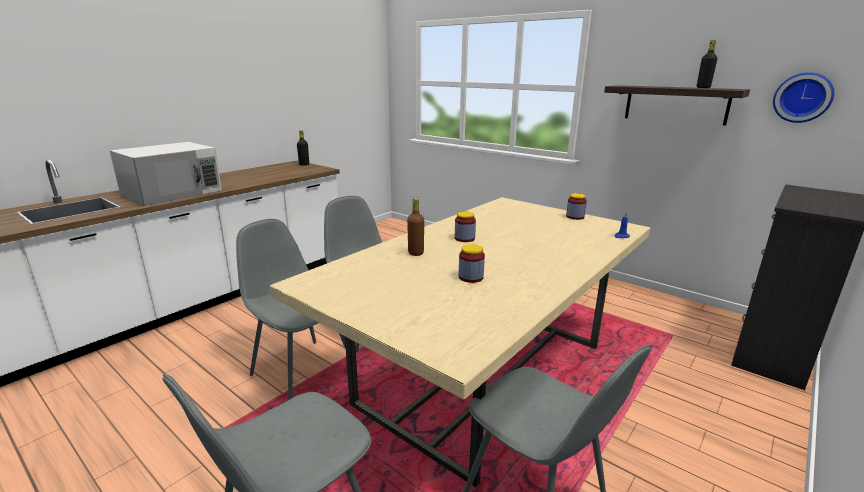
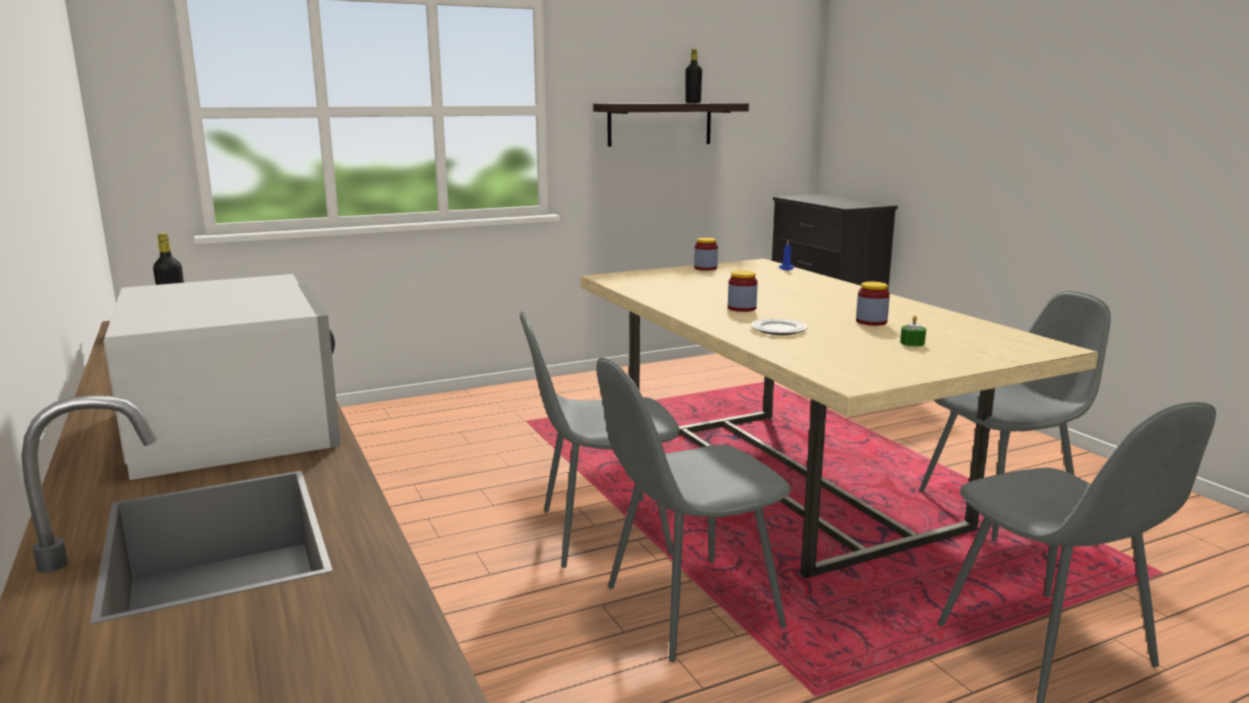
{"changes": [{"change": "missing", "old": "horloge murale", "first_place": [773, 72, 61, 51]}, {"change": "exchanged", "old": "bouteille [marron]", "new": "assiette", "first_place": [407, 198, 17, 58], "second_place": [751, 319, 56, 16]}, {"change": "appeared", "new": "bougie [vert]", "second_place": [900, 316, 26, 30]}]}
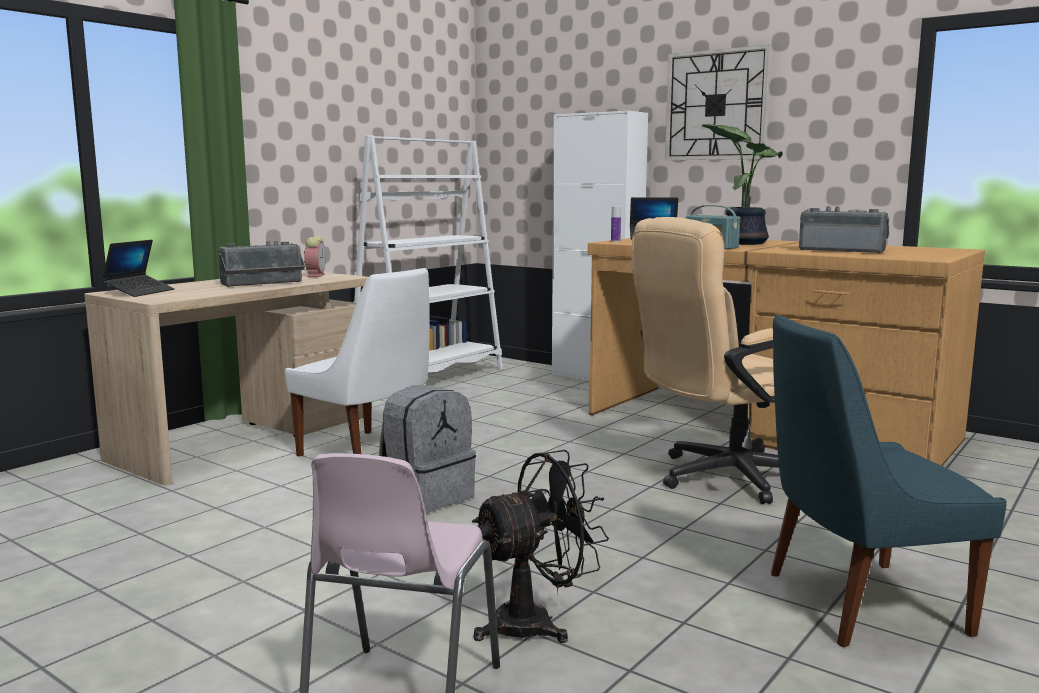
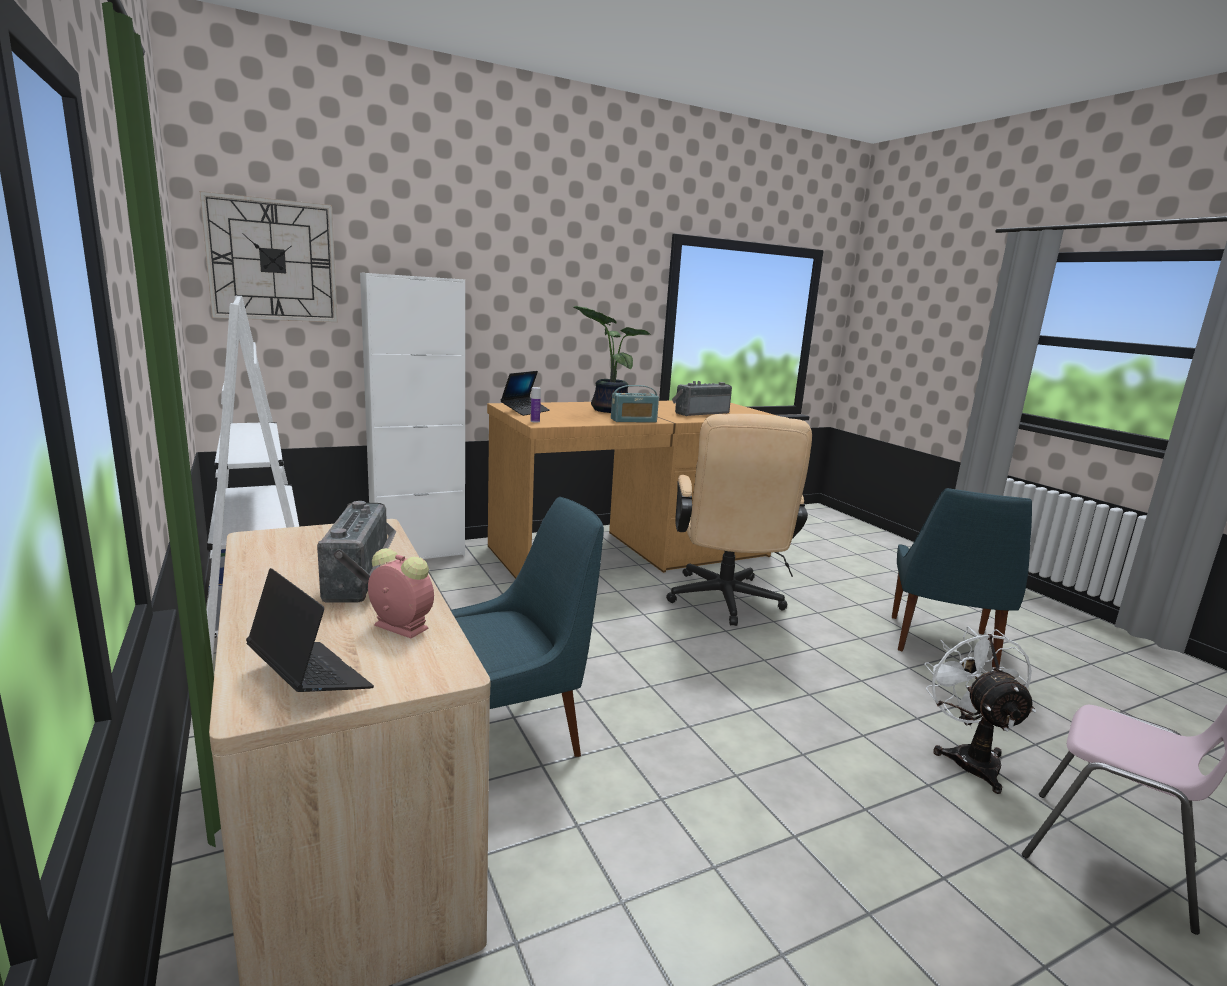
{"changes": [{"change": "relocated", "old": "horloge murale", "first_place": [665, 45, 106, 115], "second_place": [200, 191, 138, 131]}, {"change": "relocated", "old": "réveil", "first_place": [304, 236, 22, 41], "second_place": [368, 548, 66, 90]}, {"change": "colour", "old": "chaise [blanc]", "new": "chaise [bleu]", "first_place": [285, 268, 145, 189], "second_place": [451, 497, 153, 260]}, {"change": "missing", "old": "sac à dos [gris]", "first_place": [379, 385, 97, 128]}, {"change": "colour", "old": "ventilateur [noir]", "new": "ventilateur [blanc]", "first_place": [471, 450, 138, 193], "second_place": [924, 626, 112, 168]}]}
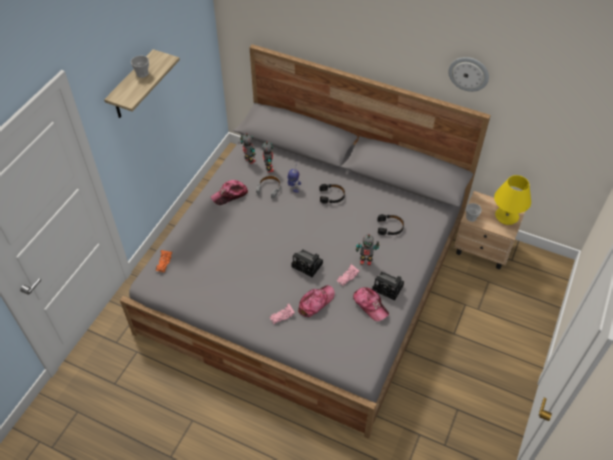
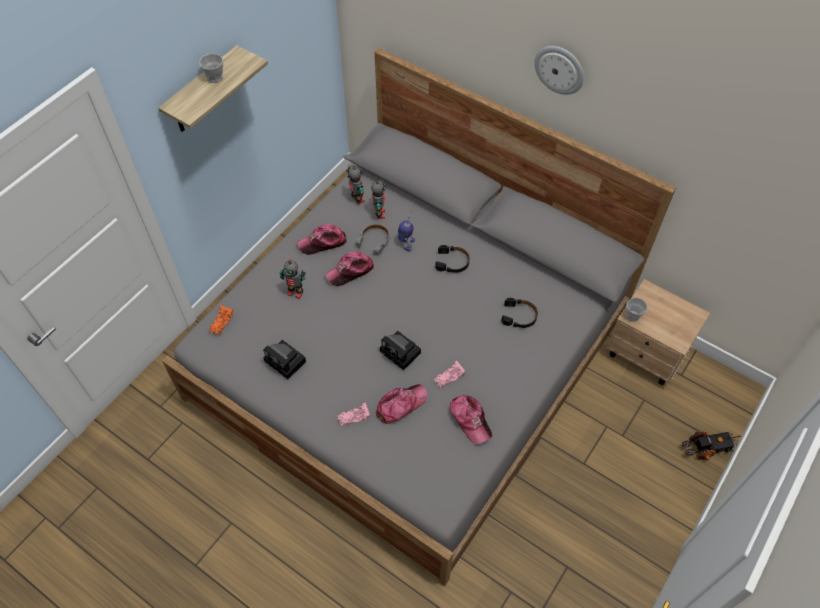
{"changes": [{"change": "relocated", "old": "horloge murale", "first_place": [448, 57, 41, 35], "second_place": [534, 46, 50, 49]}, {"change": "missing", "old": "lampe de table [jaune]", "first_place": [494, 175, 37, 50]}, {"change": "relocated", "old": "robot jouet", "first_place": [356, 234, 23, 32], "second_place": [280, 259, 26, 40]}, {"change": "relocated", "old": "appareil photo", "first_place": [372, 272, 32, 28], "second_place": [263, 340, 43, 39]}, {"change": "appeared", "new": "casquette", "second_place": [325, 251, 49, 35]}, {"change": "appeared", "new": "camion jouet", "second_place": [682, 432, 59, 28]}]}
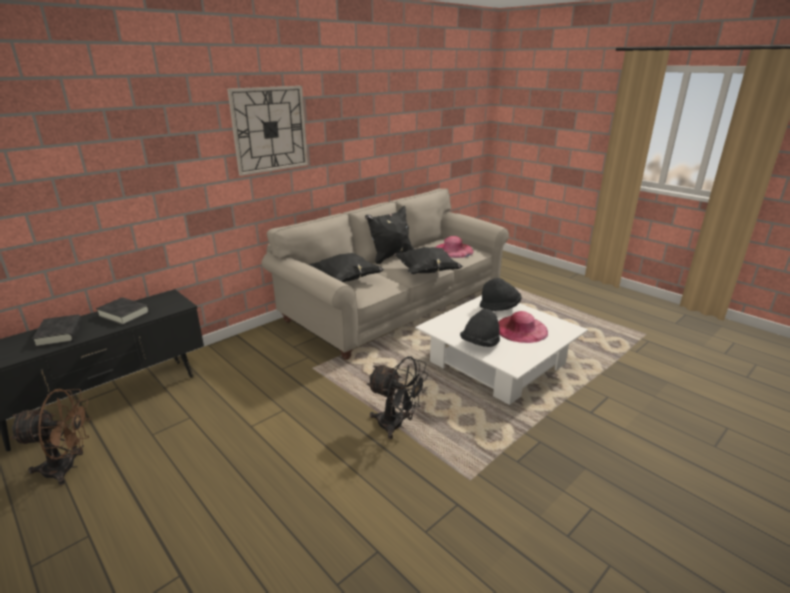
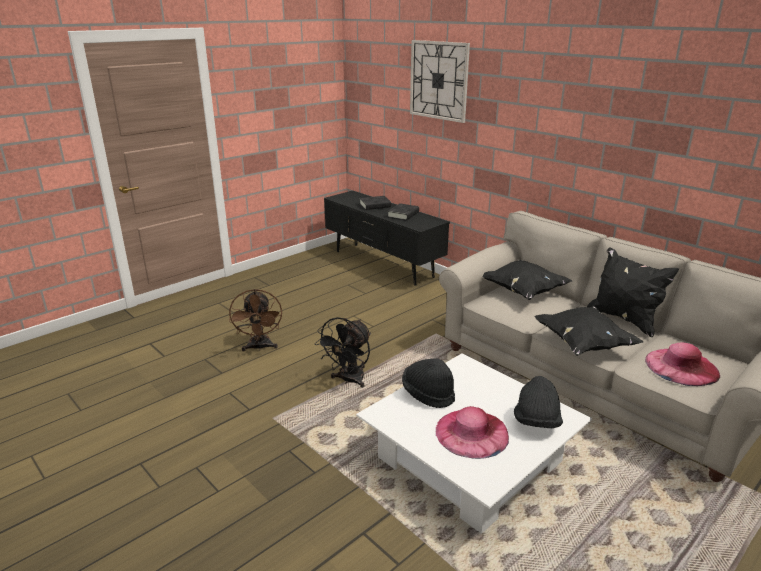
{"changes": [{"change": "relocated", "old": "horloge murale", "first_place": [227, 86, 81, 90], "second_place": [410, 40, 60, 83]}, {"change": "relocated", "old": "ventilateur [marron]", "first_place": [10, 389, 81, 96], "second_place": [229, 289, 53, 62]}]}
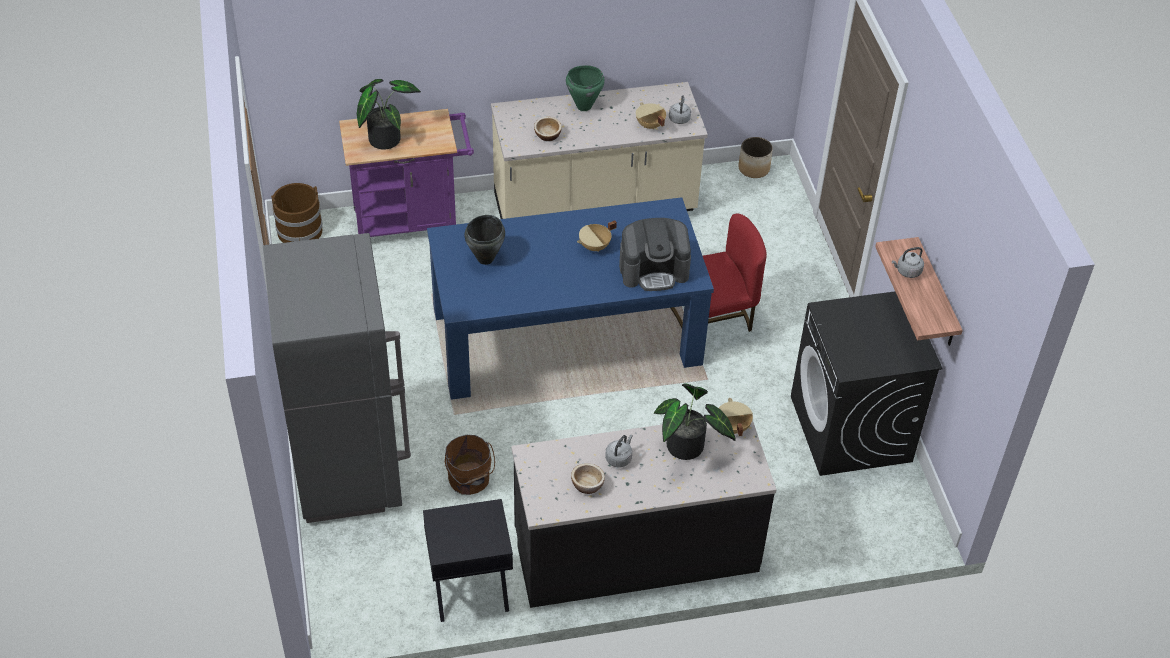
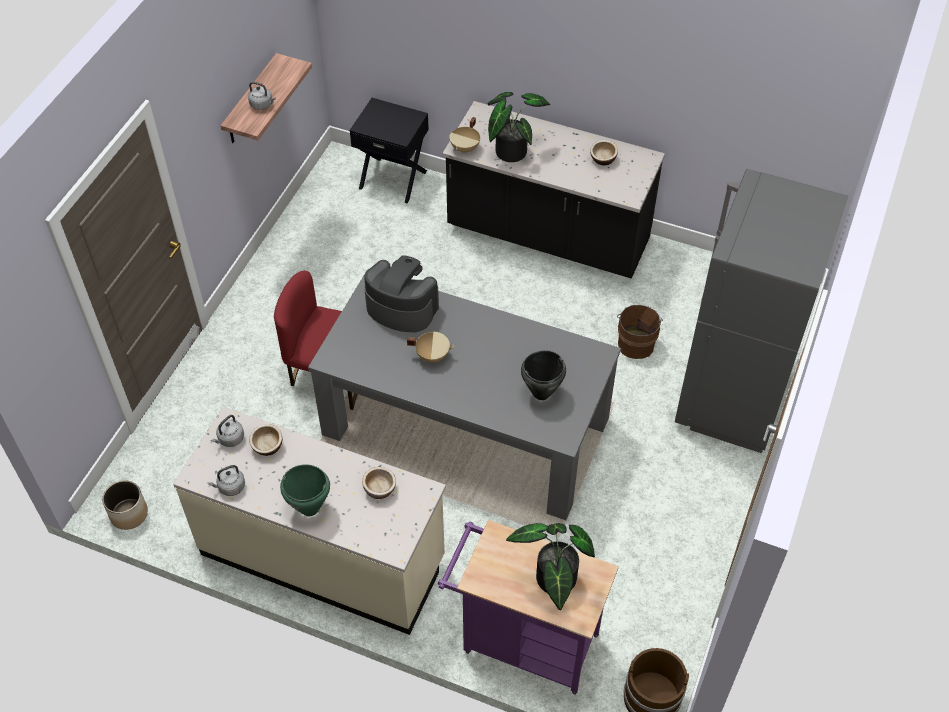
{"changes": [{"change": "exchanged", "old": "marmite [beige]", "new": "bol", "first_place": [636, 102, 30, 28], "second_place": [249, 424, 34, 32]}, {"change": "colour", "old": "table à manger [bleu]", "new": "table à manger [gris]", "first_place": [427, 197, 287, 203], "second_place": [308, 269, 313, 251]}, {"change": "missing", "old": "lave-linge [noir]", "first_place": [791, 291, 152, 185]}, {"change": "relocated", "old": "bouilloire [gris]", "first_place": [605, 435, 28, 33], "second_place": [208, 465, 37, 31]}, {"change": "relocated", "old": "table de chevet [noir]", "first_place": [423, 499, 90, 123], "second_place": [350, 98, 79, 105]}]}
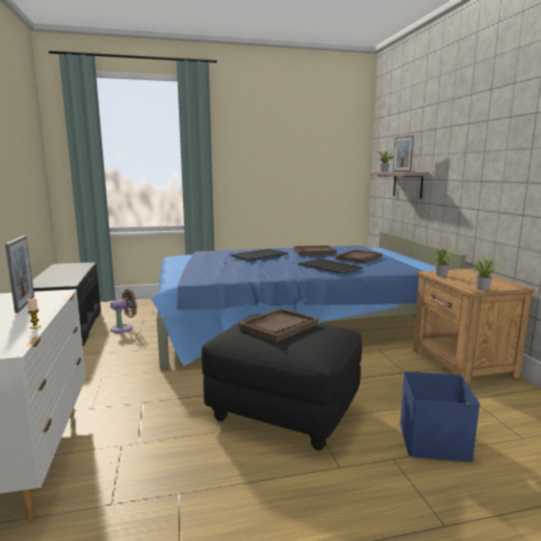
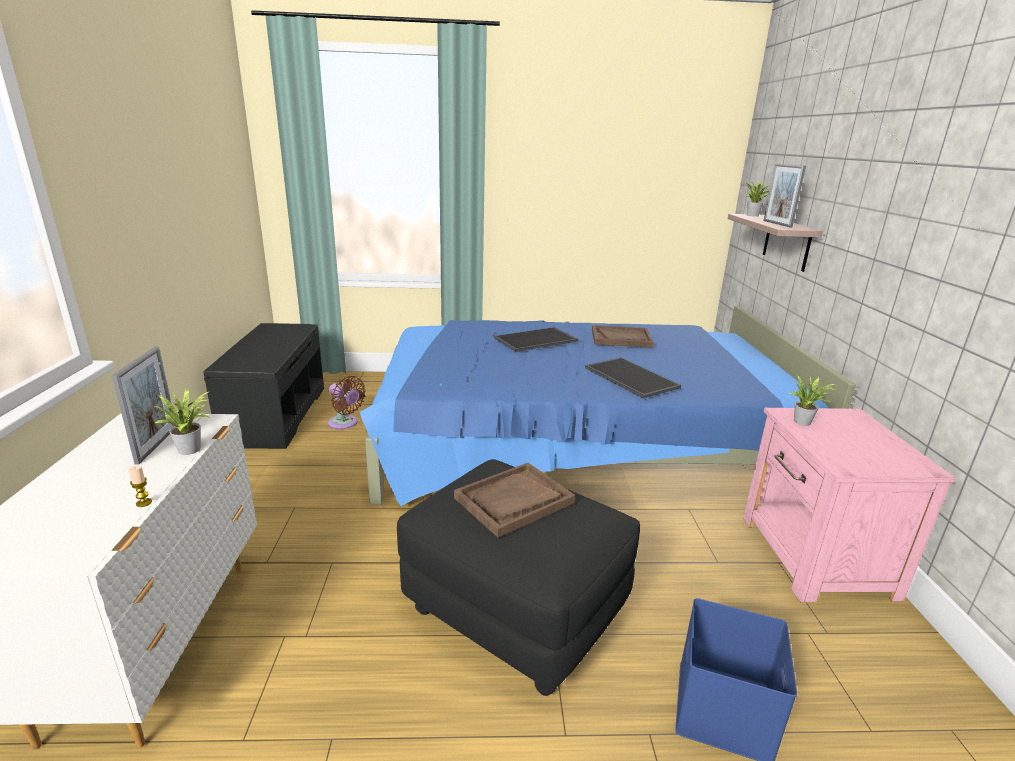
{"changes": [{"change": "missing", "old": "plateau [marron]", "first_place": [335, 250, 47, 13]}, {"change": "relocated", "old": "plante en pot", "first_place": [472, 256, 28, 34], "second_place": [154, 389, 56, 66]}, {"change": "colour", "old": "table de chevet [marron]", "new": "table de chevet [rose]", "first_place": [413, 269, 121, 115], "second_place": [743, 408, 212, 194]}, {"change": "spun", "old": "ventilateur [marron]", "first_place": [110, 289, 27, 44], "second_place": [328, 376, 38, 54], "degrees": 60}]}
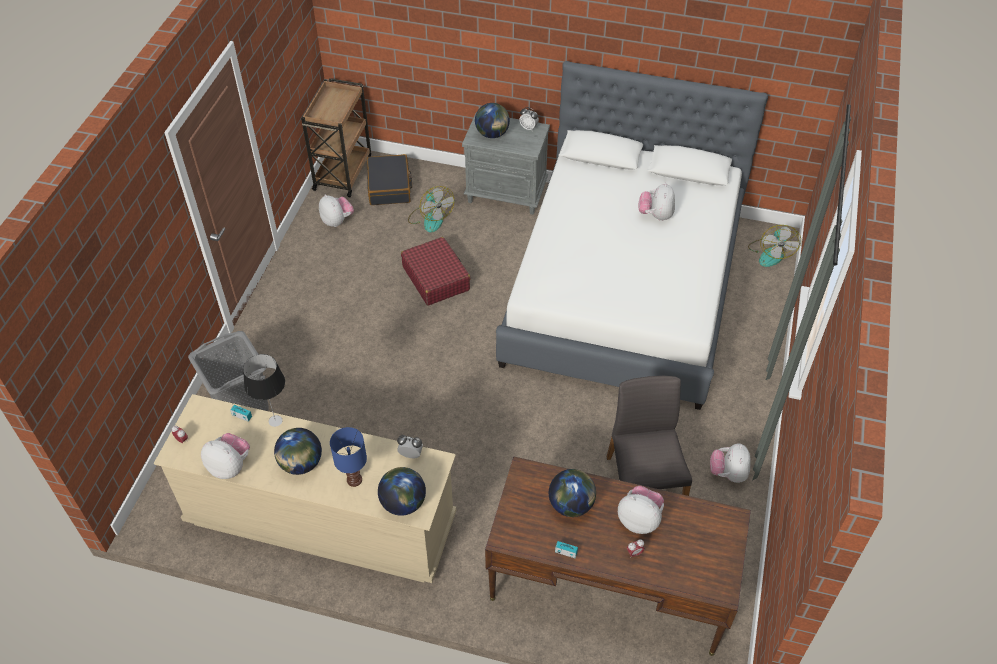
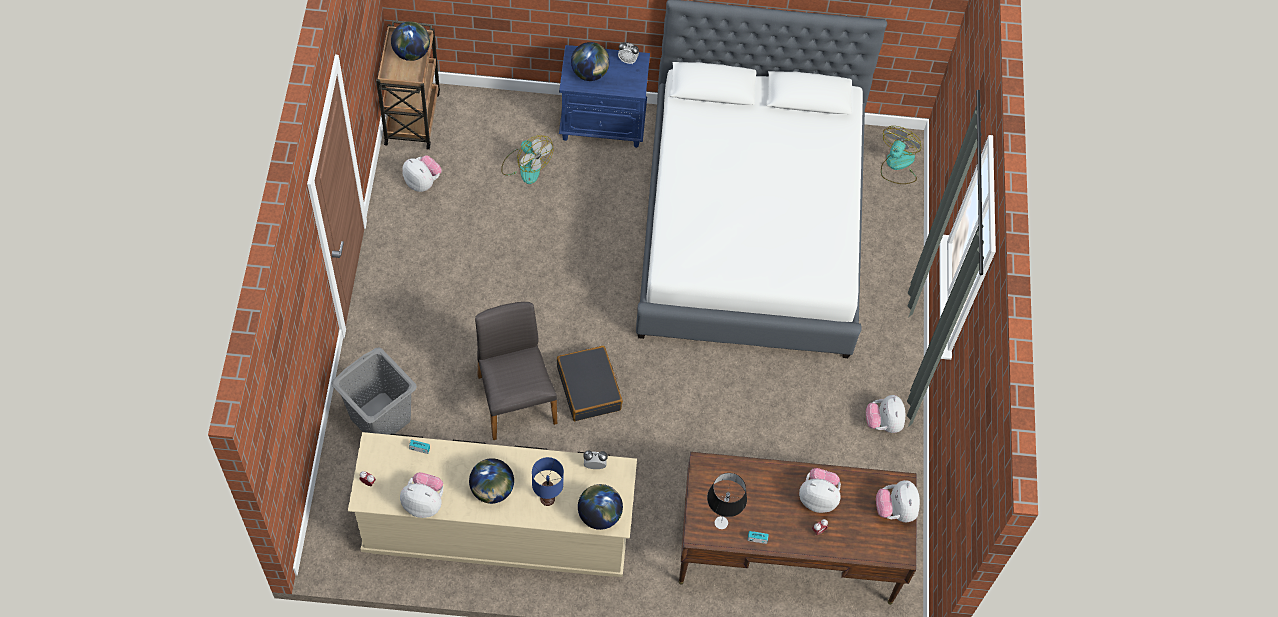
{"changes": [{"change": "colour", "old": "table de chevet [gris]", "new": "table de chevet [bleu]", "first_place": [462, 112, 88, 103], "second_place": [559, 45, 91, 103]}, {"change": "relocated", "old": "valise [noir]", "first_place": [367, 154, 45, 51], "second_place": [557, 346, 66, 75]}, {"change": "relocated", "old": "peluche", "first_place": [639, 183, 36, 38], "second_place": [876, 480, 44, 42]}, {"change": "spun", "old": "ventilateur", "first_place": [748, 225, 53, 42], "second_place": [881, 126, 40, 58], "degrees": -150}, {"change": "missing", "old": "valise [rouge]", "first_place": [401, 237, 69, 69]}, {"change": "relocated", "old": "lampe de table", "first_place": [243, 354, 42, 73], "second_place": [707, 473, 40, 56]}, {"change": "relocated", "old": "chaise [gris]", "first_place": [607, 376, 85, 120], "second_place": [475, 302, 82, 138]}, {"change": "relocated", "old": "globe", "first_place": [549, 469, 47, 48], "second_place": [391, 22, 39, 39]}]}
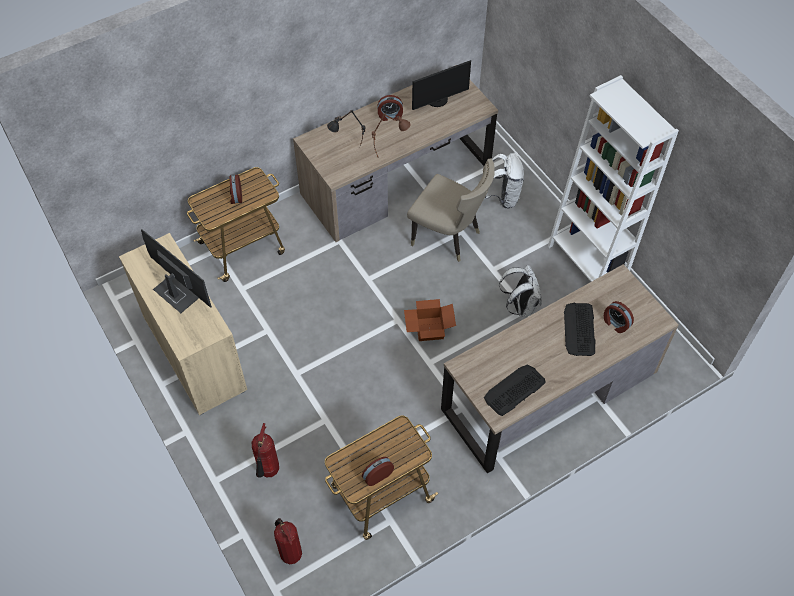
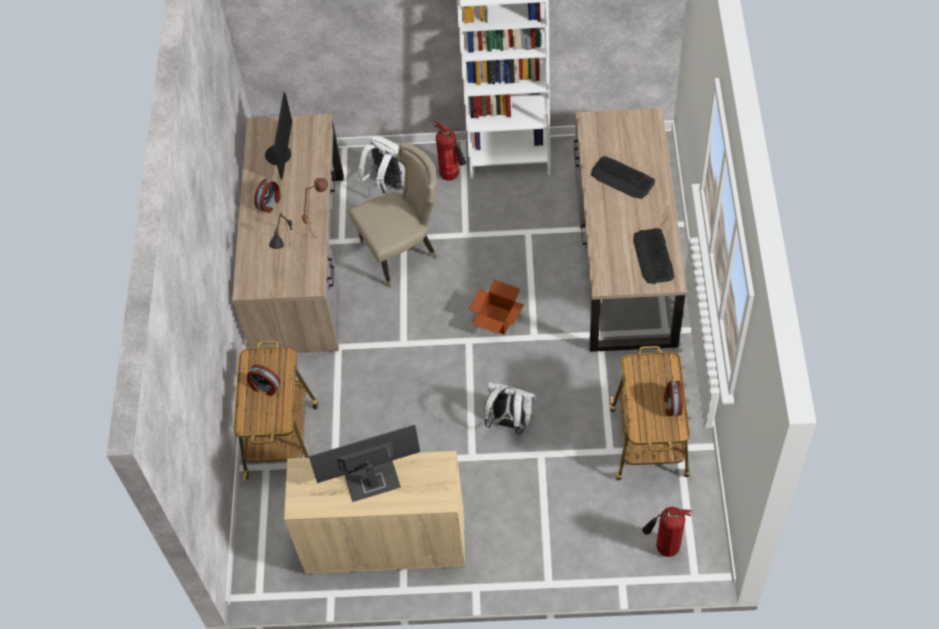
{"changes": [{"change": "relocated", "old": "sac à dos [blanc]", "first_place": [499, 265, 42, 52], "second_place": [484, 382, 52, 52]}, {"change": "missing", "old": "réveil", "first_place": [604, 301, 30, 32]}, {"change": "relocated", "old": "extincteur", "first_place": [252, 423, 27, 55], "second_place": [434, 120, 32, 61]}]}
